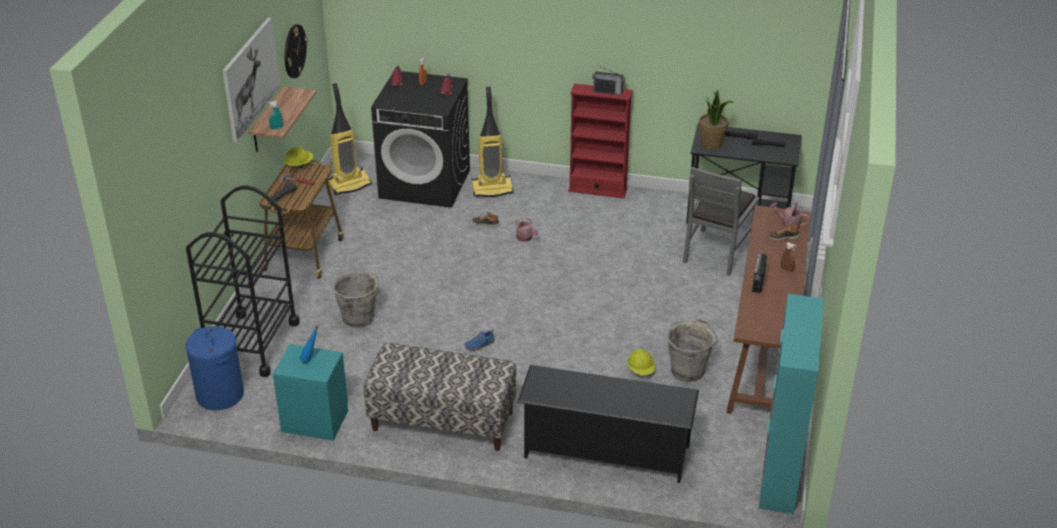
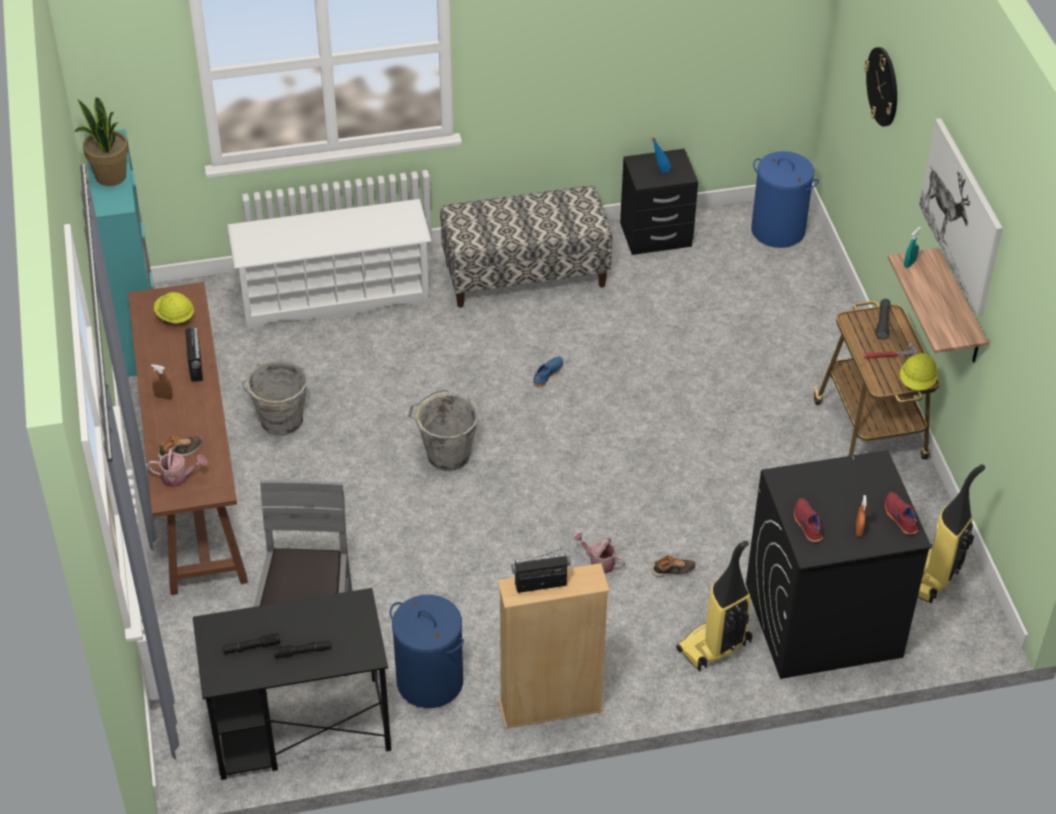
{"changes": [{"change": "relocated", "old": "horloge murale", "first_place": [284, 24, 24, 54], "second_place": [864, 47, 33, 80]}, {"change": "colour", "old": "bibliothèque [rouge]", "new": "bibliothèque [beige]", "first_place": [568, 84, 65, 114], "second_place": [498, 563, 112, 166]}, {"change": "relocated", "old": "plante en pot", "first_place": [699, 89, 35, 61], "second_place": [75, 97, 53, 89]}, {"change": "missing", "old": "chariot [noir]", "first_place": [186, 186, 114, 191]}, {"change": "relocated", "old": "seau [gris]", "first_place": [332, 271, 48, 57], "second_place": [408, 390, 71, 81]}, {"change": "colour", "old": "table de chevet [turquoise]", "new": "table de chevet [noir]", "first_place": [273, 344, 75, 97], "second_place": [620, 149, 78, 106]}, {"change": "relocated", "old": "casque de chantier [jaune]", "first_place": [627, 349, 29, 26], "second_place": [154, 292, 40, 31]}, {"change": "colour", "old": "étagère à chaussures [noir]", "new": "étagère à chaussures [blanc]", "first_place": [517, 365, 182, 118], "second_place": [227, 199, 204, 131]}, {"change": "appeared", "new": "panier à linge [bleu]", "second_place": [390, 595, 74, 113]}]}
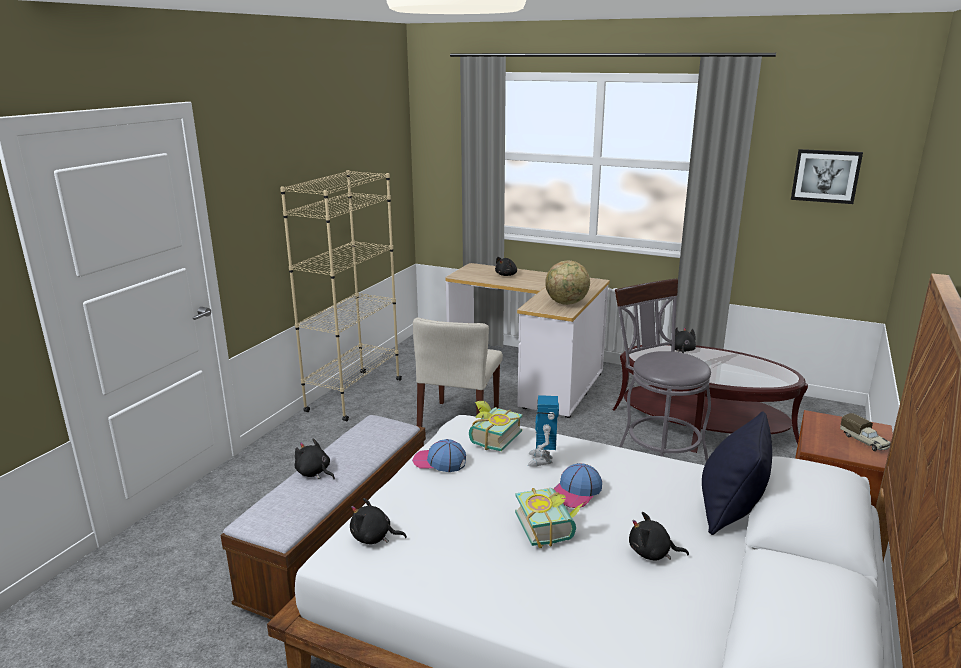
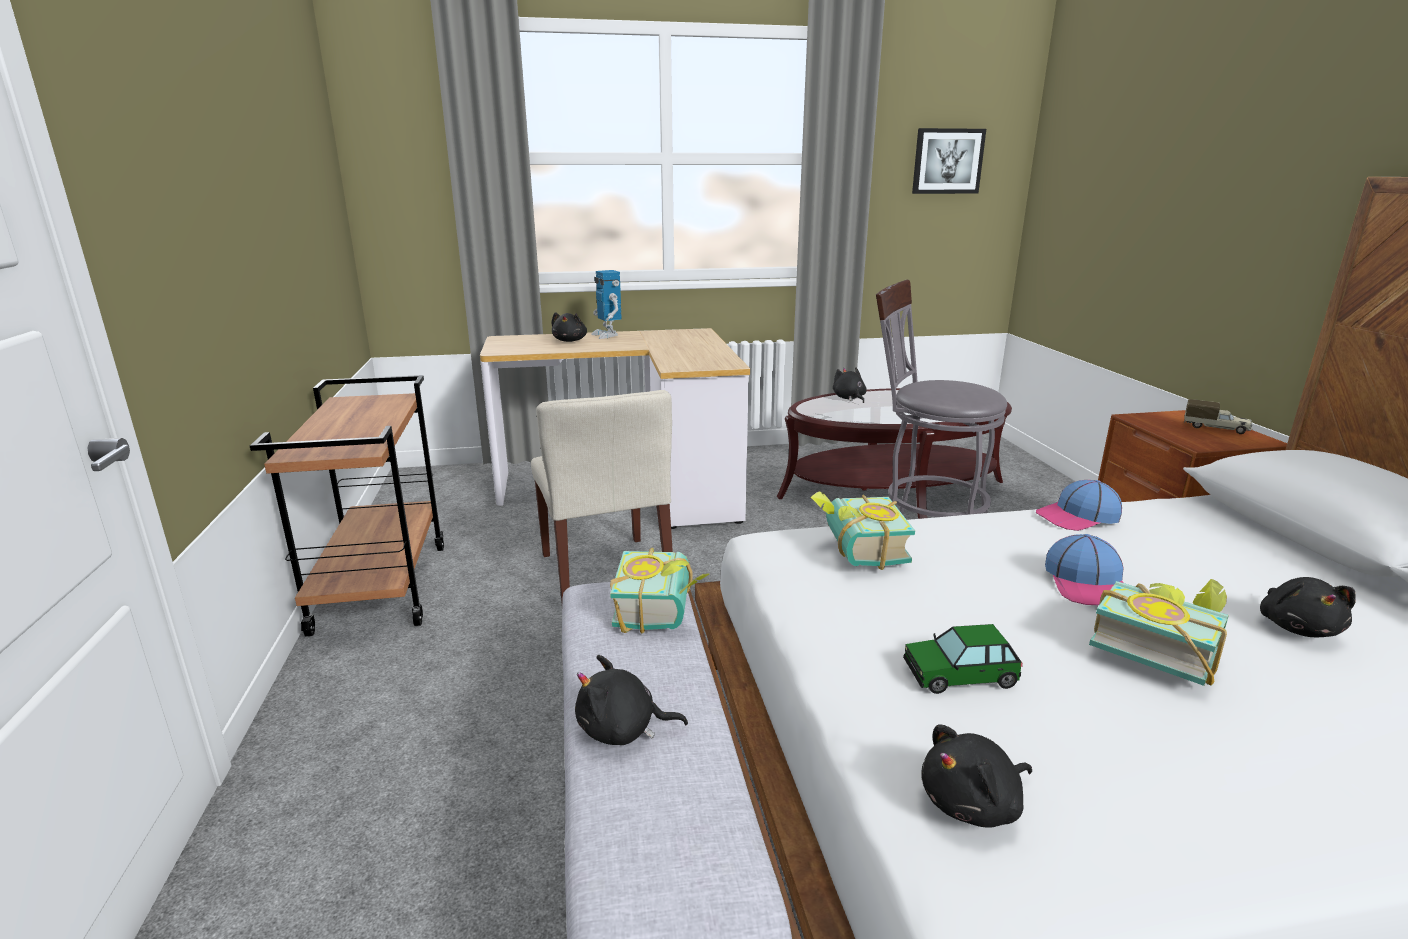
{"changes": [{"change": "exchanged", "old": "bibliothèque [beige]", "new": "chariot [marron]", "first_place": [280, 170, 122, 251], "second_place": [250, 375, 194, 261]}, {"change": "missing", "old": "globe", "first_place": [545, 260, 45, 45]}, {"change": "relocated", "old": "robot jouet", "first_place": [528, 395, 31, 72], "second_place": [591, 270, 31, 69]}, {"change": "missing", "old": "coussin [noir]", "first_place": [702, 411, 70, 124]}, {"change": "relocated", "old": "casquette", "first_place": [412, 439, 54, 33], "second_place": [1036, 480, 86, 51]}, {"change": "spun", "old": "peluche [noir]", "first_place": [629, 512, 60, 49], "second_place": [1260, 577, 96, 60], "degrees": -60}, {"change": "appeared", "new": "livre", "second_place": [610, 548, 99, 86]}, {"change": "appeared", "new": "petite voiture", "second_place": [903, 624, 120, 70]}]}
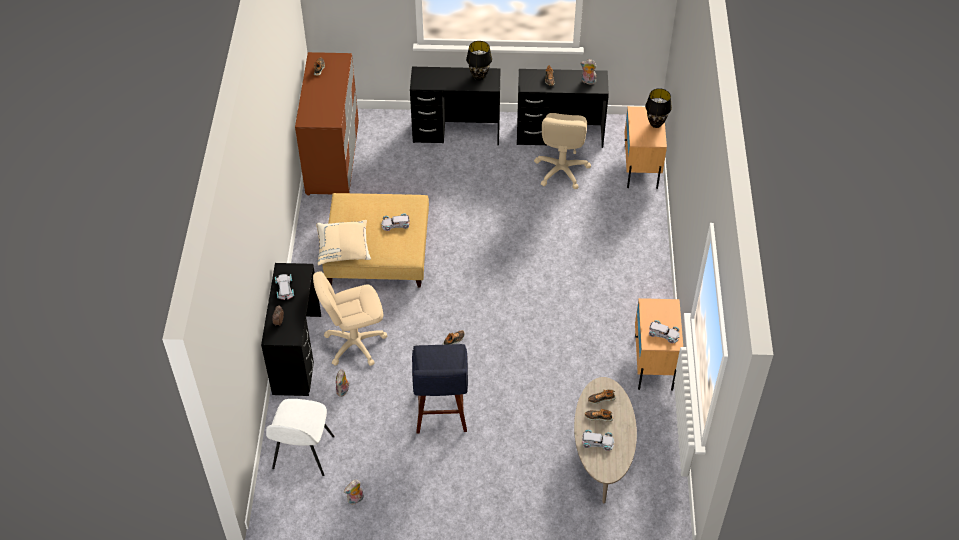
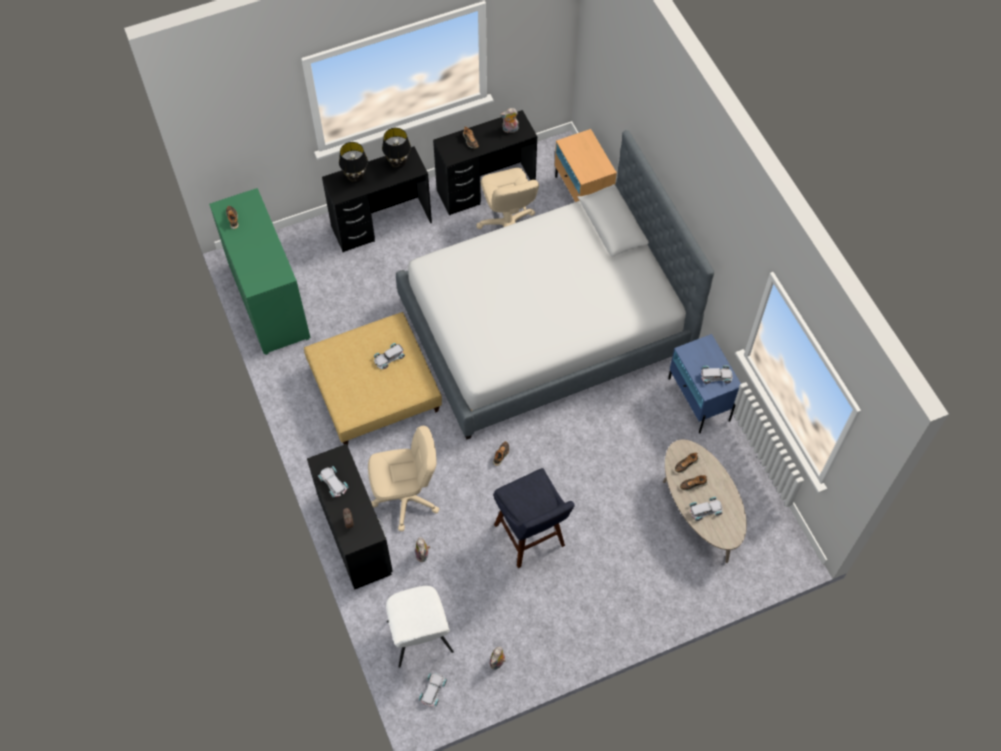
{"changes": [{"change": "colour", "old": "commode [marron]", "new": "commode [vert]", "first_place": [295, 52, 64, 143], "second_place": [209, 188, 101, 167]}, {"change": "relocated", "old": "lampe de table [noir]", "first_place": [645, 88, 27, 40], "second_place": [339, 142, 29, 41]}, {"change": "missing", "old": "coussin [beige]", "first_place": [316, 220, 55, 46]}, {"change": "spun", "old": "chaise de bureau [beige]", "first_place": [313, 271, 74, 95], "second_place": [368, 426, 71, 105], "degrees": -150}, {"change": "colour", "old": "table de chevet [beige]", "new": "table de chevet [bleu]", "first_place": [635, 298, 48, 93], "second_place": [668, 334, 73, 99]}, {"change": "appeared", "new": "lit", "second_place": [396, 130, 318, 310]}, {"change": "appeared", "new": "petite voiture [blanc]", "second_place": [419, 673, 28, 33]}]}
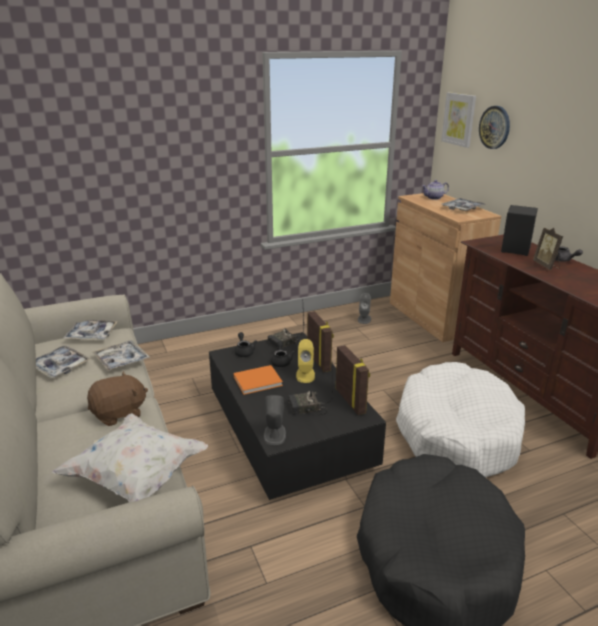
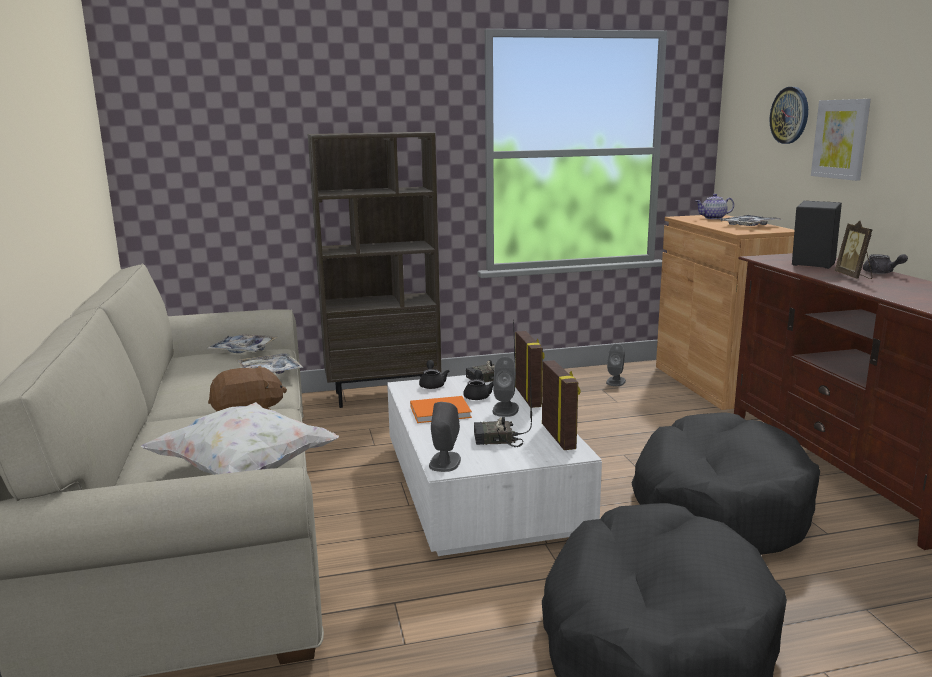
{"changes": [{"change": "relocated", "old": "tableau", "first_place": [441, 92, 35, 56], "second_place": [811, 99, 60, 82]}, {"change": "colour", "old": "table basse [noir]", "new": "table basse [blanc]", "first_place": [209, 332, 177, 168], "second_place": [387, 375, 215, 181]}, {"change": "colour", "old": "enceinte [jaune]", "new": "enceinte [gris]", "first_place": [296, 339, 19, 44], "second_place": [493, 357, 26, 60]}, {"change": "missing", "old": "plateau", "first_place": [36, 345, 54, 33]}, {"change": "colour", "old": "panier pour chien [blanc]", "new": "panier pour chien [noir]", "first_place": [396, 362, 129, 116], "second_place": [632, 412, 188, 143]}, {"change": "appeared", "new": "bibliothèque [marron]", "second_place": [308, 132, 133, 276]}]}
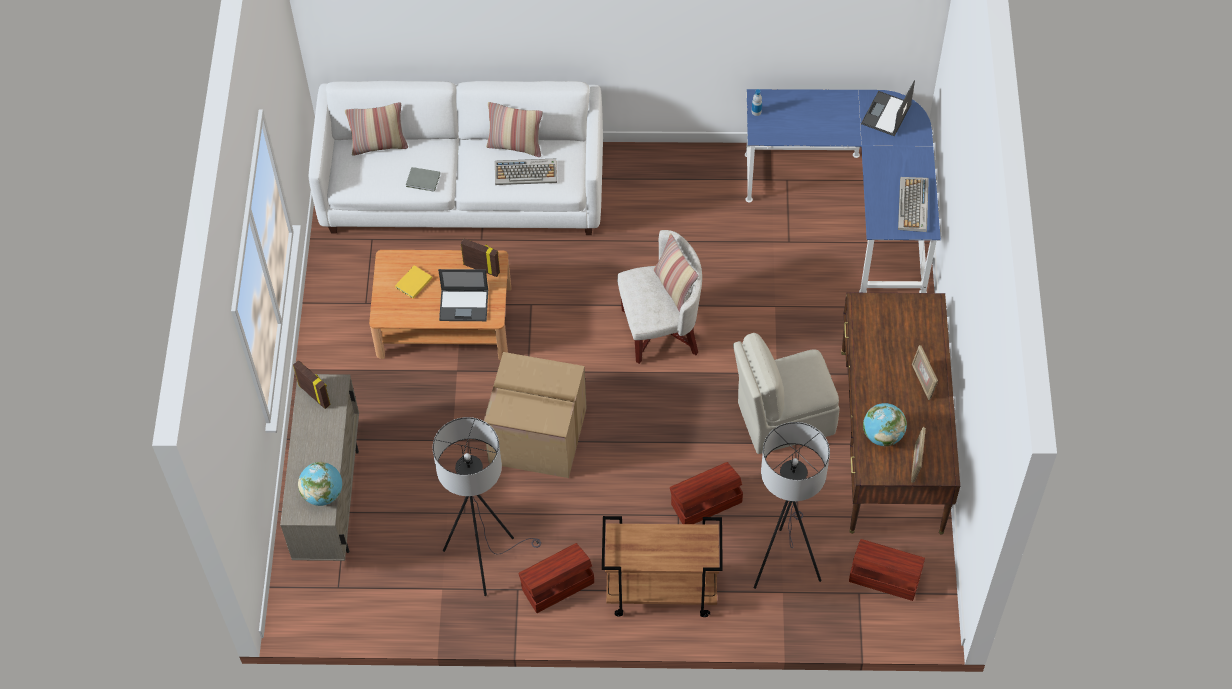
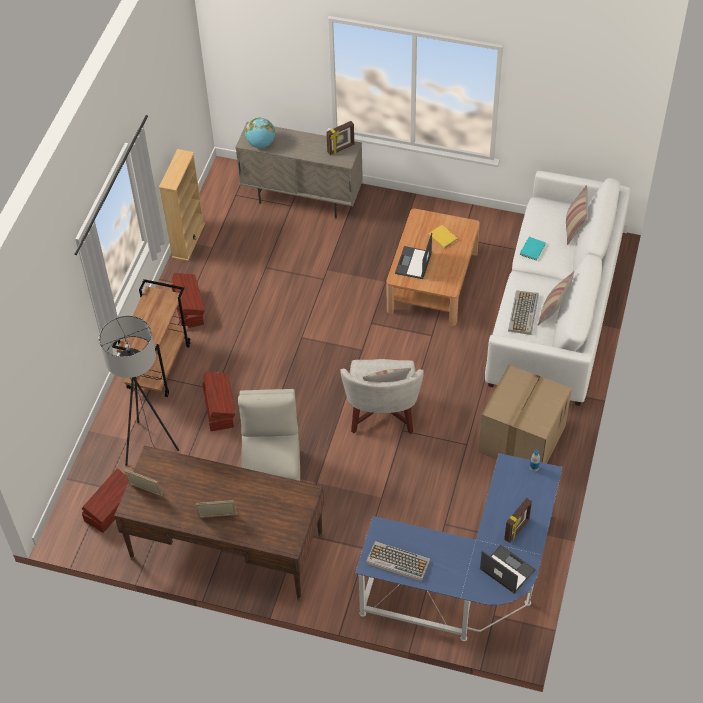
{"changes": [{"change": "colour", "old": "livre [gris]", "new": "livre [turquoise]", "first_place": [406, 167, 34, 25], "second_place": [520, 237, 26, 24]}, {"change": "relocated", "old": "cadre photo", "first_place": [461, 238, 39, 39], "second_place": [504, 498, 28, 45]}, {"change": "relocated", "old": "carton", "first_place": [484, 352, 103, 126], "second_place": [479, 365, 93, 99]}, {"change": "missing", "old": "globe", "first_place": [863, 403, 44, 44]}, {"change": "missing", "old": "lampadaire [gris]", "first_place": [433, 417, 108, 179]}, {"change": "appeared", "new": "bibliothèque [beige]", "second_place": [159, 149, 46, 112]}]}
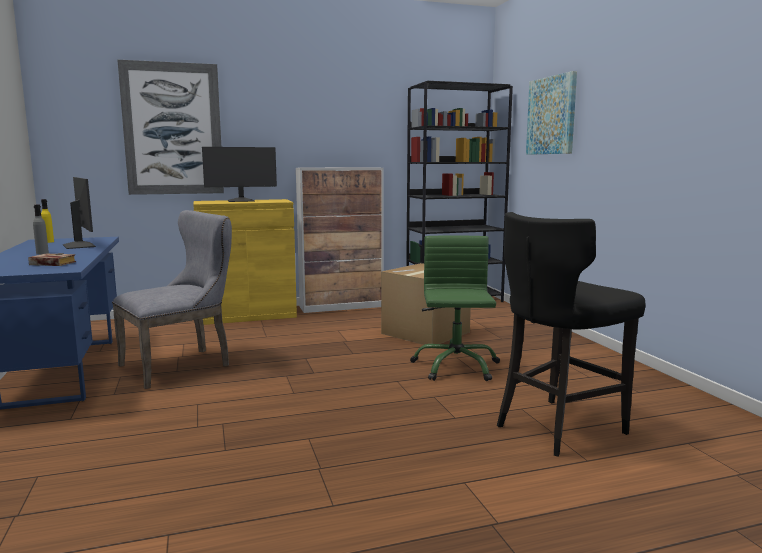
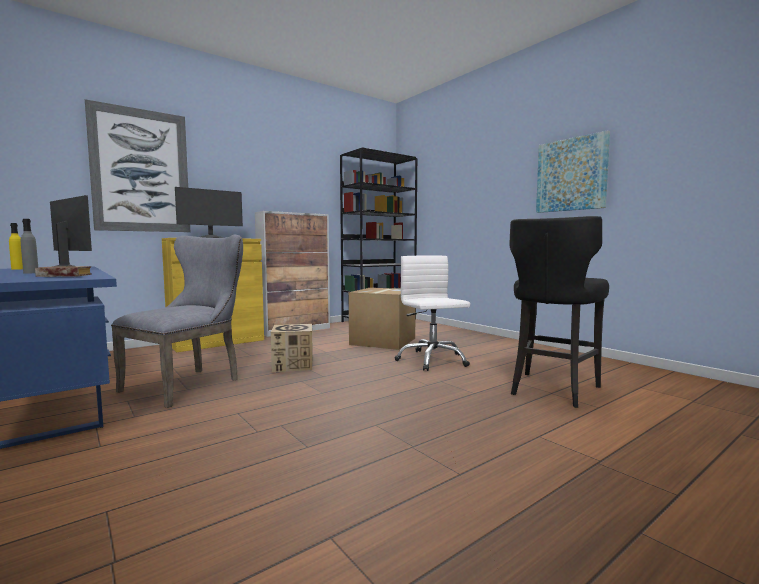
{"changes": [{"change": "relocated", "old": "tableau", "first_place": [526, 71, 51, 84], "second_place": [536, 130, 74, 83]}, {"change": "colour", "old": "chaise de bureau [vert]", "new": "chaise de bureau [blanc]", "first_place": [410, 236, 90, 145], "second_place": [394, 255, 76, 116]}, {"change": "appeared", "new": "carton", "second_place": [271, 324, 42, 48]}]}
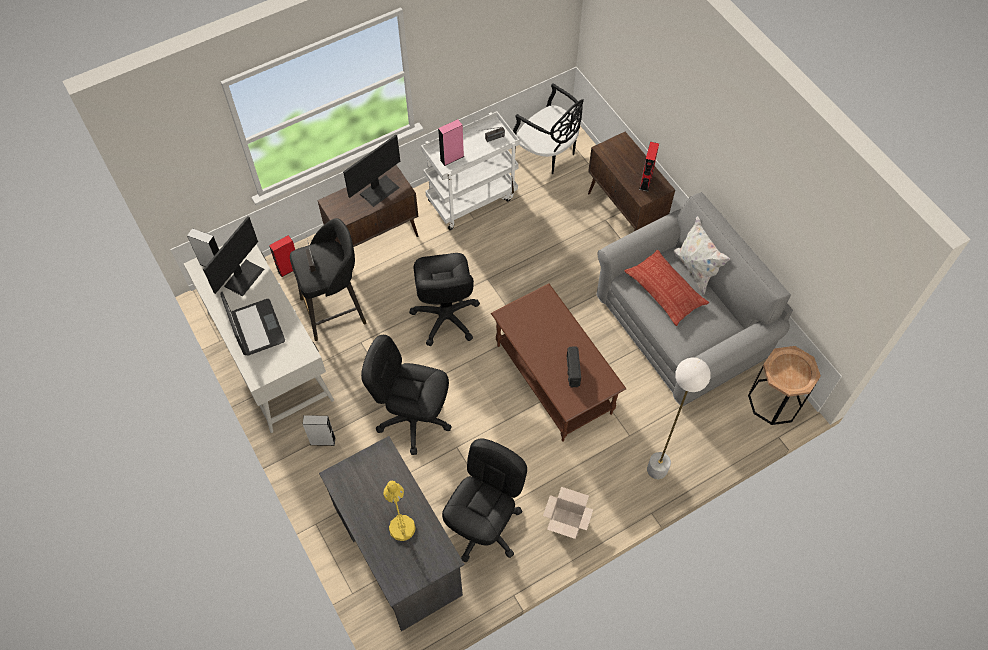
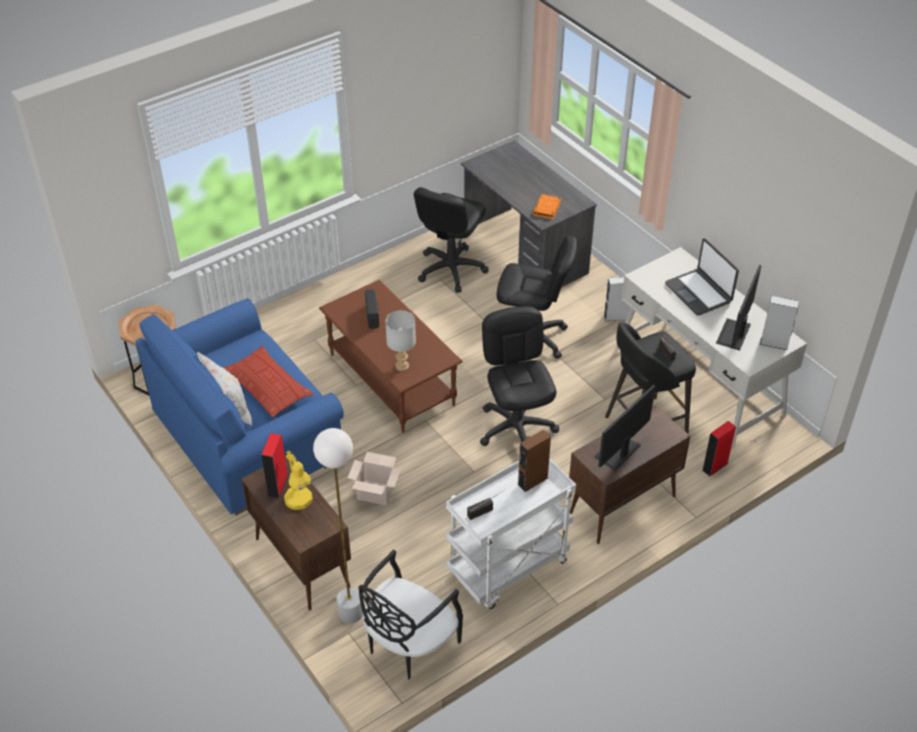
{"changes": [{"change": "spun", "old": "chaise [noir]", "first_place": [513, 83, 71, 91], "second_place": [358, 550, 105, 129], "degrees": -90}, {"change": "colour", "old": "enceinte [rose]", "new": "enceinte [marron]", "first_place": [438, 119, 26, 47], "second_place": [518, 430, 33, 62]}, {"change": "colour", "old": "canapé [gris]", "new": "canapé [bleu]", "first_place": [596, 192, 197, 215], "second_place": [135, 298, 209, 217]}, {"change": "relocated", "old": "lampadaire [blanc]", "first_place": [647, 358, 64, 122], "second_place": [313, 428, 50, 196]}, {"change": "relocated", "old": "lampe de table [jaune]", "first_place": [383, 481, 33, 60], "second_place": [284, 450, 29, 60]}, {"change": "relocated", "old": "carton", "first_place": [543, 487, 50, 52], "second_place": [348, 452, 53, 54]}, {"change": "appeared", "new": "livre [orange]", "second_place": [533, 194, 28, 25]}, {"change": "appeared", "new": "lampe de table [gris]", "second_place": [385, 311, 31, 60]}]}
